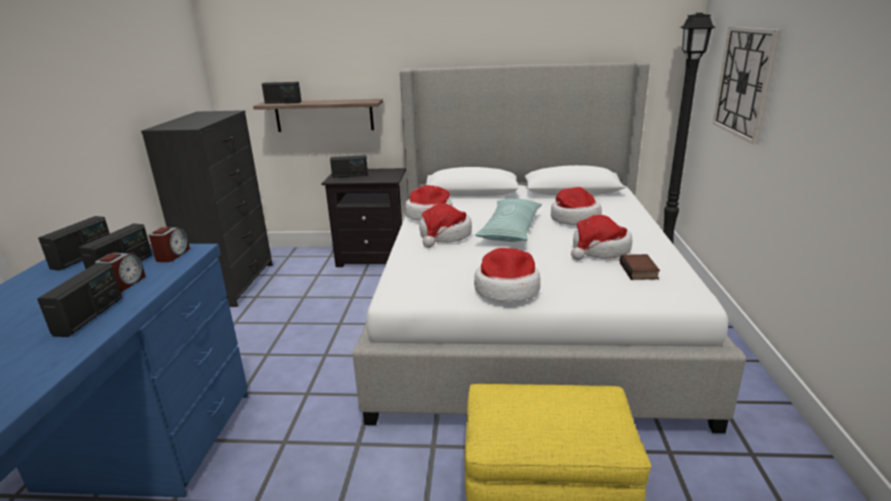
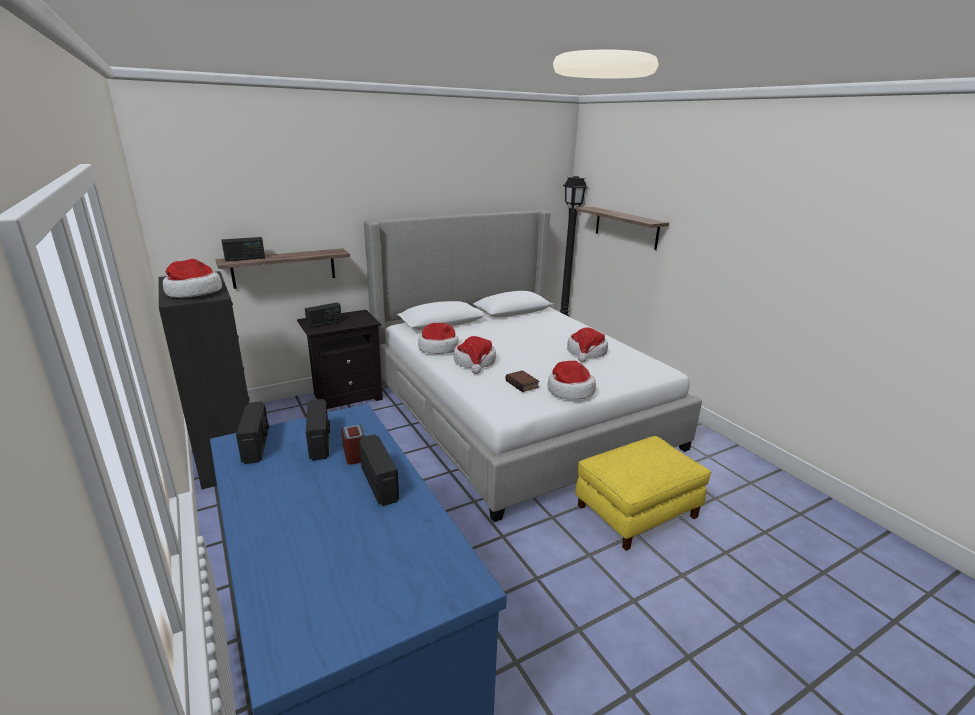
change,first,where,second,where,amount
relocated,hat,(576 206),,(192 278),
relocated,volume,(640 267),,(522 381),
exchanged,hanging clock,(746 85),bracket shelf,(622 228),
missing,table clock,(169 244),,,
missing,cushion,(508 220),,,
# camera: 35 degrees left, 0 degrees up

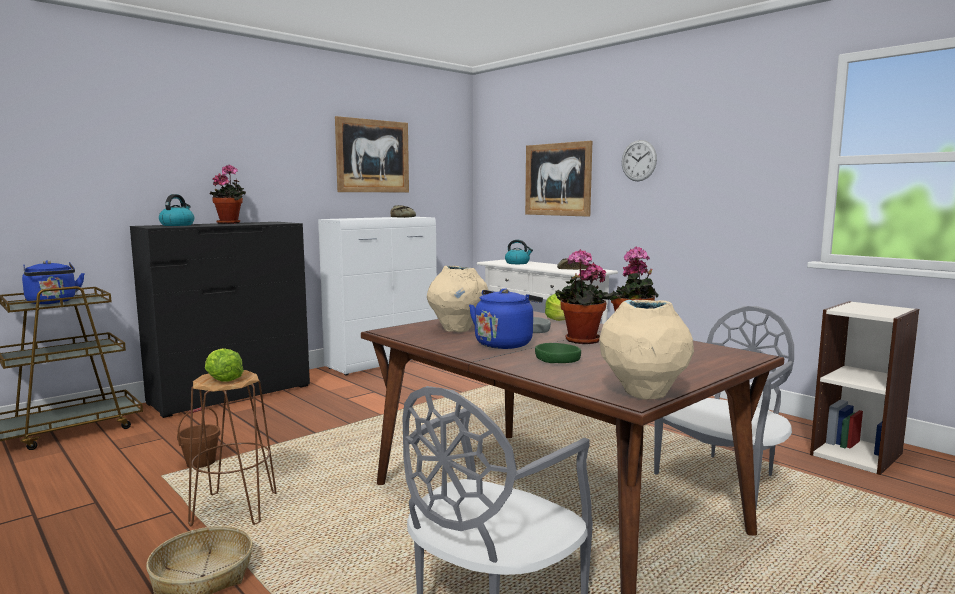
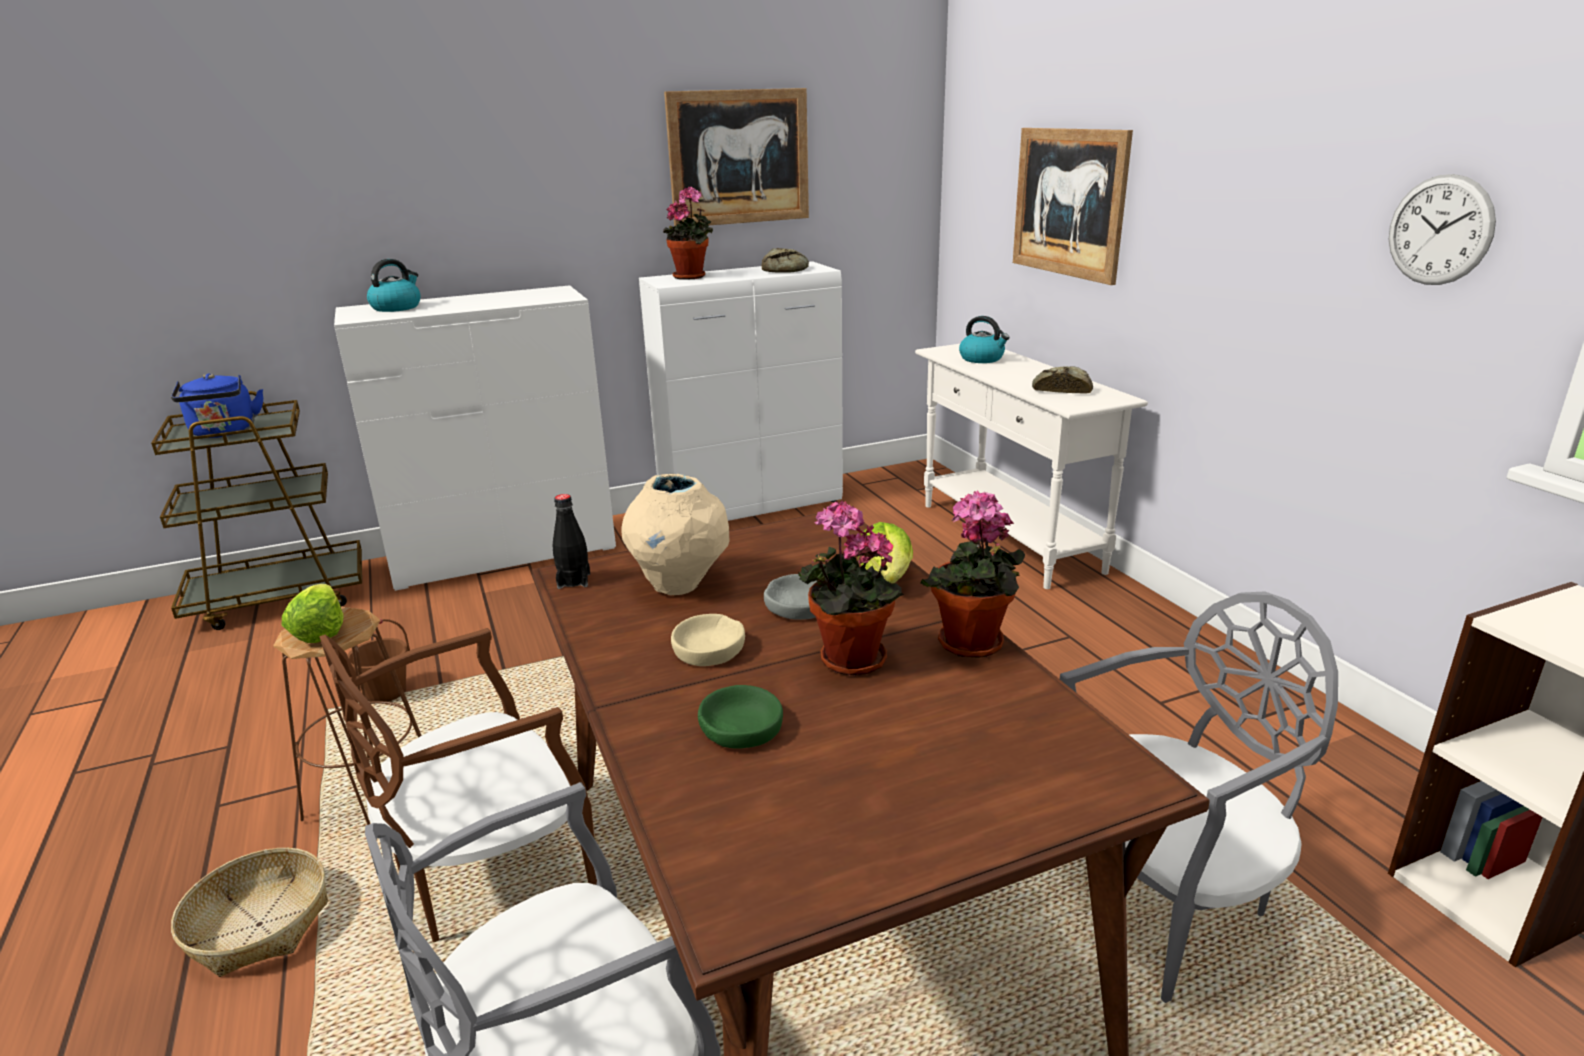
change,first,where,second,where,amount
appeared,,,upright chair (brown-coloured),(458 785),
colour,drawer chest (black),(220 320),drawer chest (white-coloured),(475 438),
appeared,,,beverage bottle (black),(571 541),
relocated,plant in a pot,(227 194),,(688 233),
exchanged,kettle (blue-coloured),(506 318),deep dish (beige-coloured),(708 640),
relocated,hanging clock,(639 160),,(1442 229),
missing,decorative vase (beige-coloured),(646 350),,,
# camera: 20 degrees right, 15 degrees up

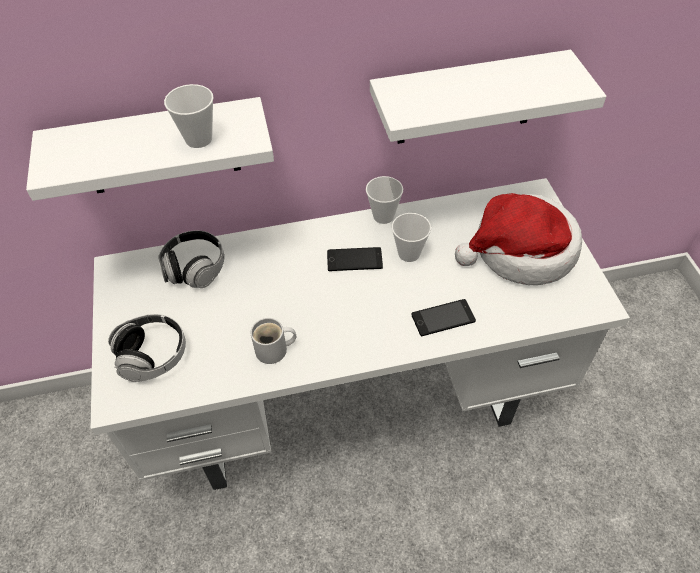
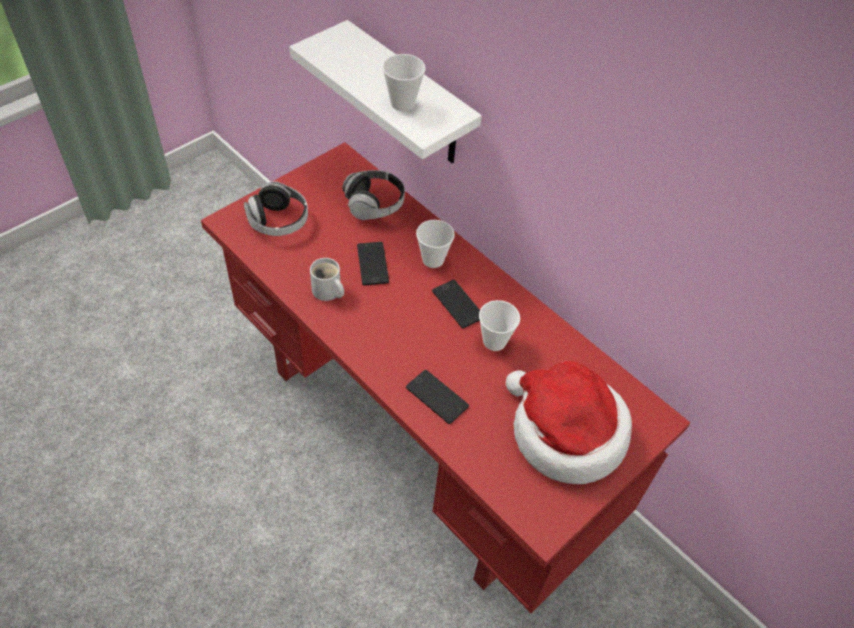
change,first,where,second,where,amount
colour,desk (white-coloured),(360 334),desk (reddish),(445 377),
appeared,,,telephone,(373 263),
relocated,small cup,(384 200),,(435 244),
missing,bracket shelf (white-coloured),(488 97),,,
# camera: 55 degrees right, 0 degrees up

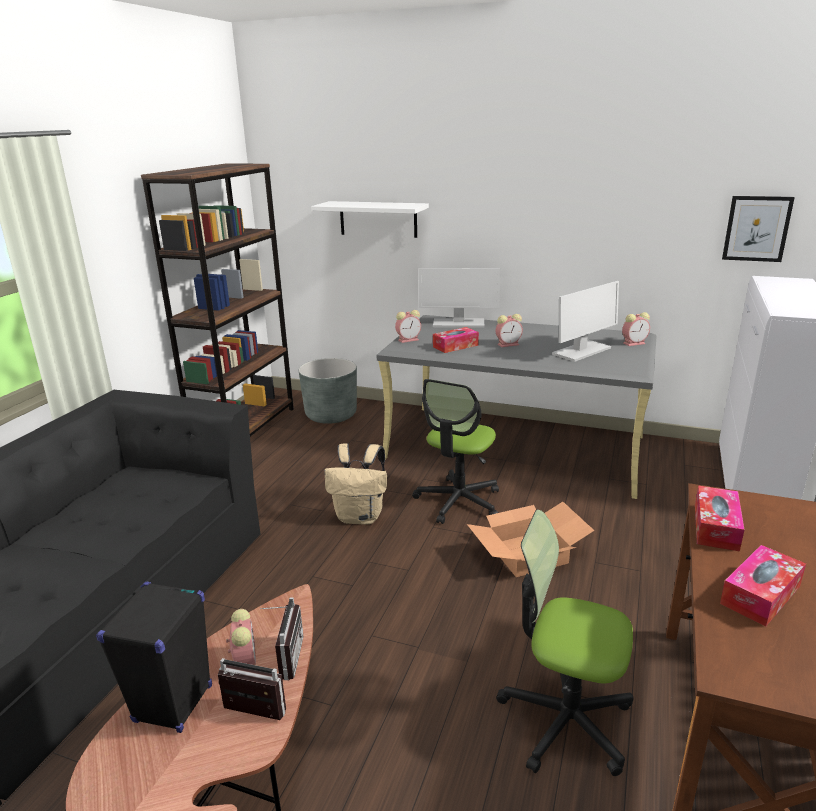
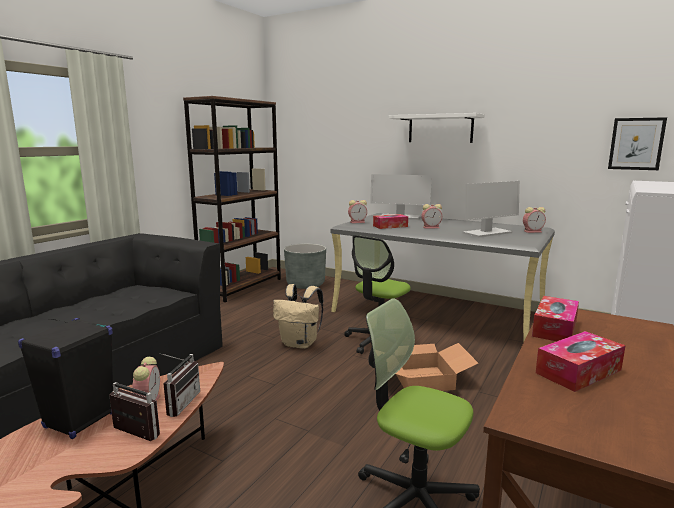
change,first,where,second,where,amount
relocated,bracket shelf (white-coloured),(370 219),,(437 128),
# camera: 10 degrees right, 10 degrees down

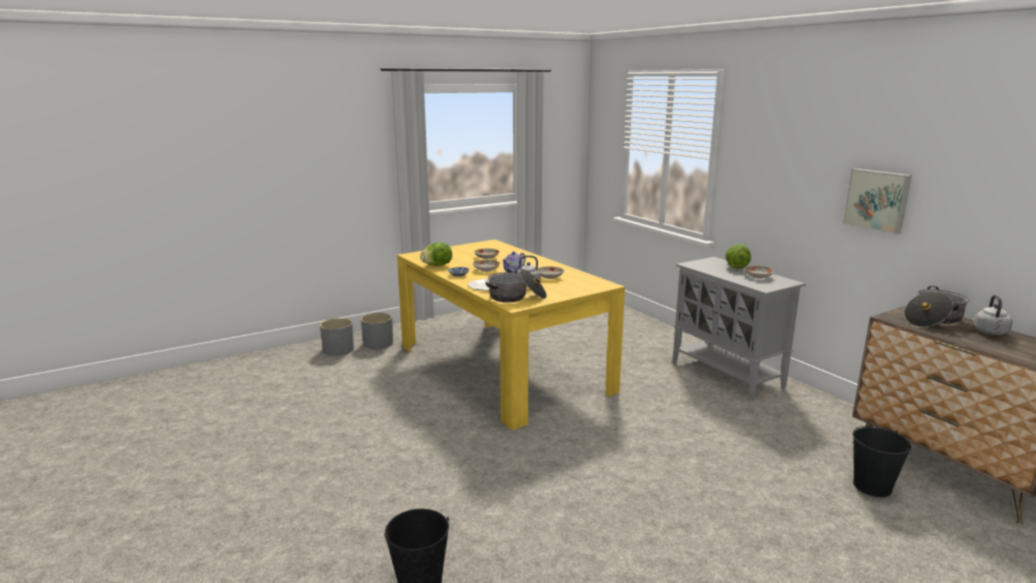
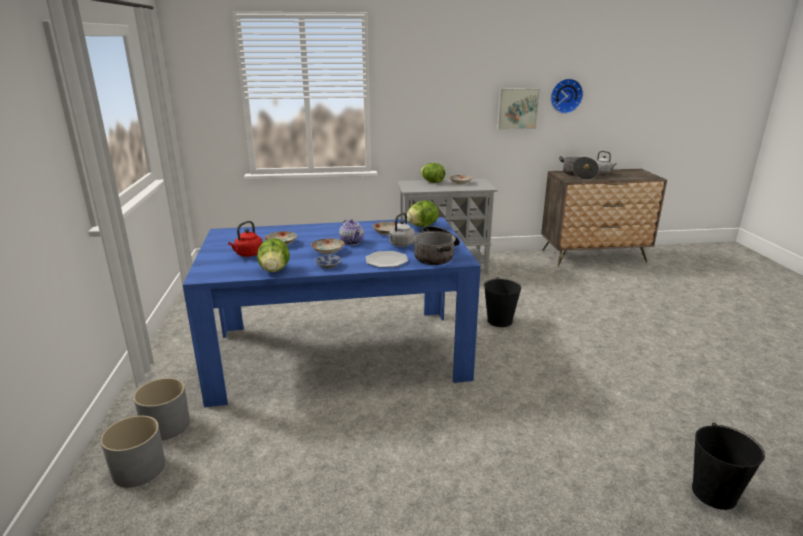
change,first,where,second,where,amount
colour,kitchen table (yellowish),(511 334),kitchen table (blue-coloured),(332 312),
appeared,,,kettle (reddish),(245 239),
appeared,,,lettuce head,(422 213),
relocated,water bucket (black),(882 461),,(502 302),
appeared,,,hanging clock,(567 96),
# camera: 65 degrees left, 5 degrees up

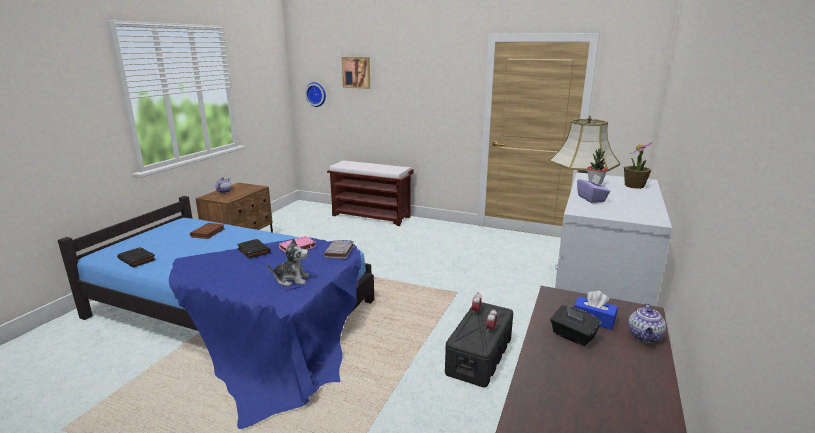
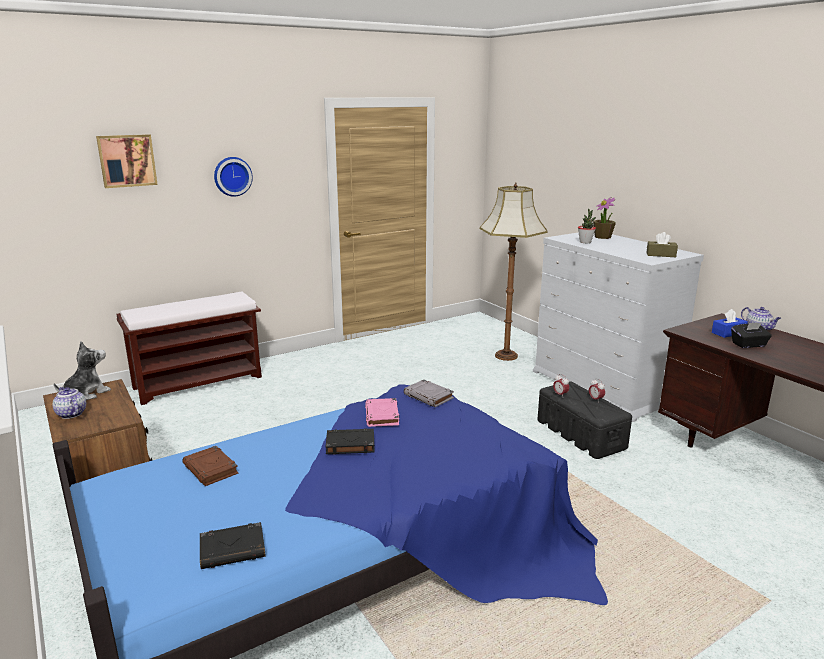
change,first,where,second,where,amount
relocated,cuddly toy,(288 262),,(82 370),
relocated,hanging clock,(315 94),,(233 177),
appeared,,,tissue box (brown-coloured),(662 244),
missing,tissue box (purplish),(593 189),,,
# camera: 55 degrees left, 0 degrees up

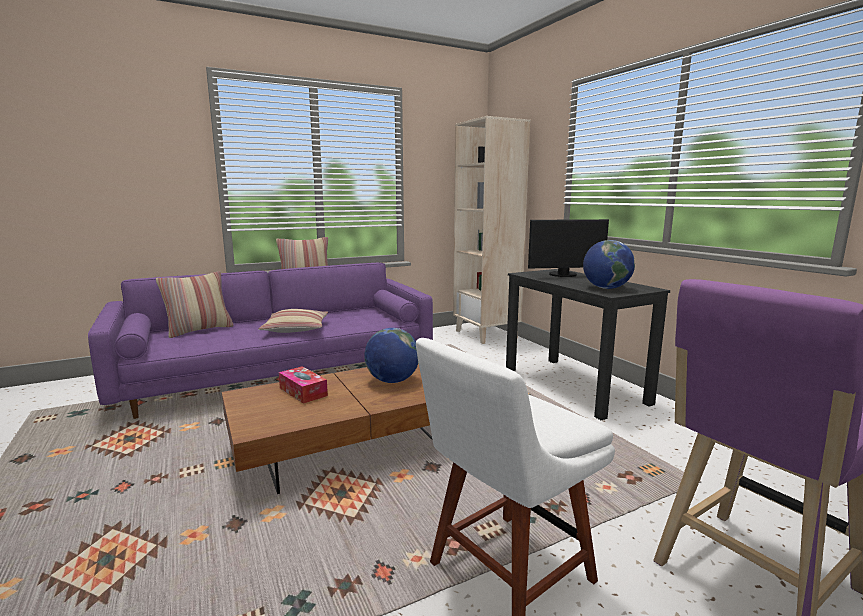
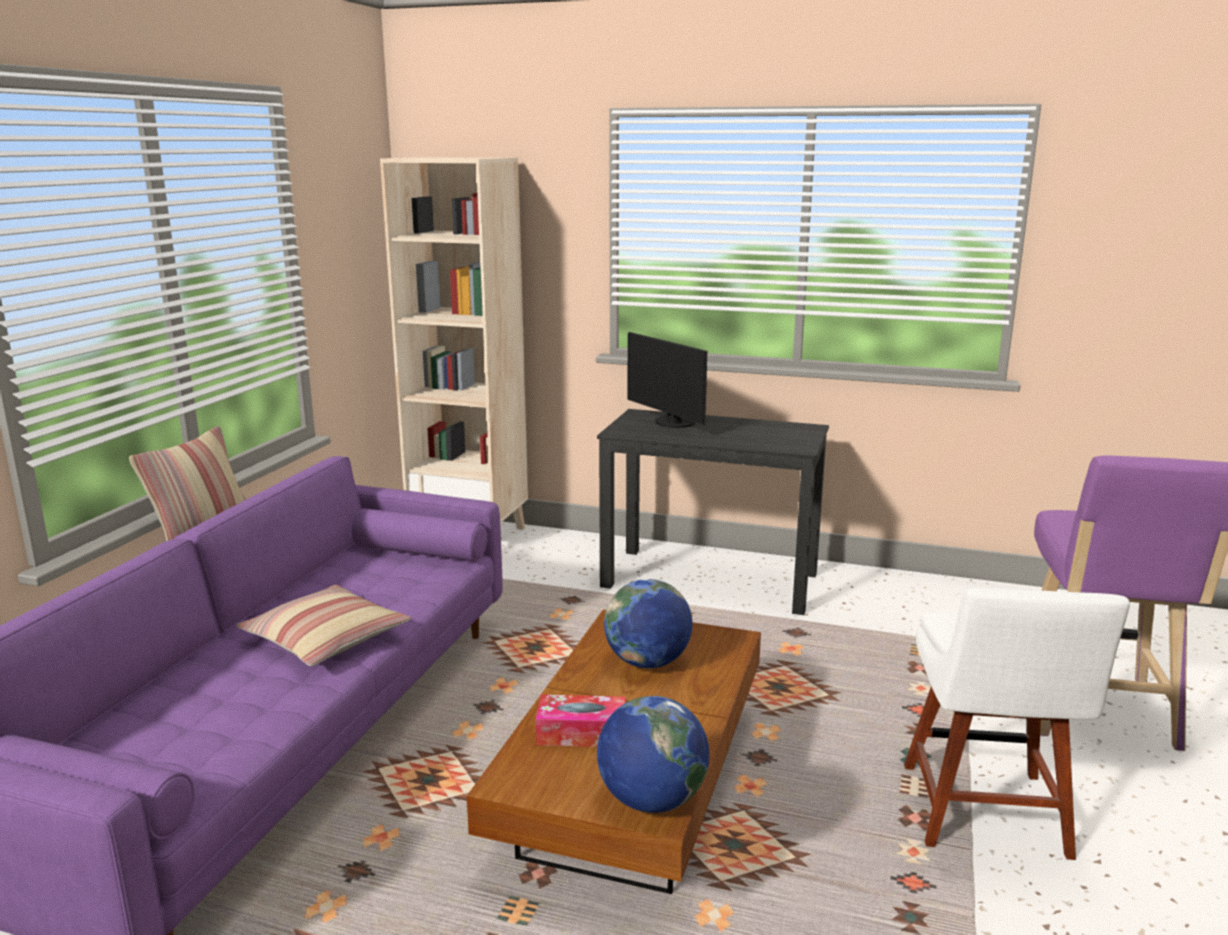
change,first,where,second,where,amount
relocated,world globe,(609 264),,(653 754),
spun,computer screen,(568 248),,(667 380),105 degrees clockwise
missing,cushion,(195 304),,,
# camera: 45 degrees left, 5 degrees up

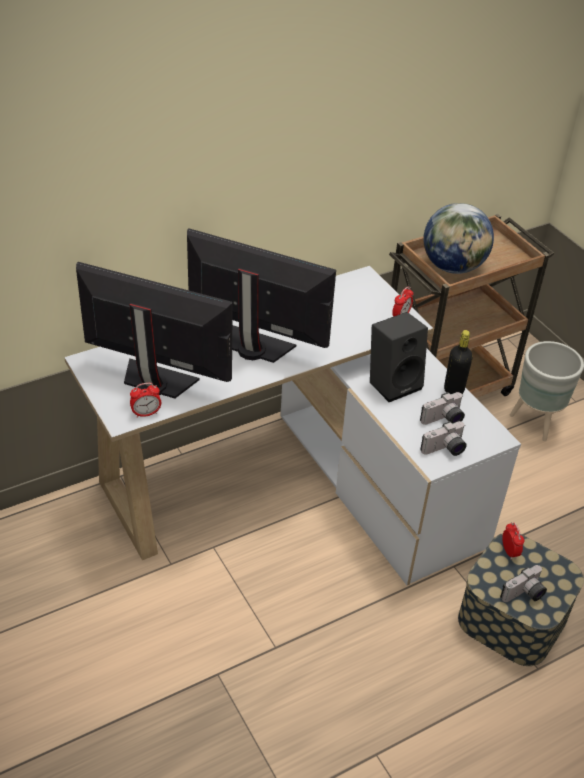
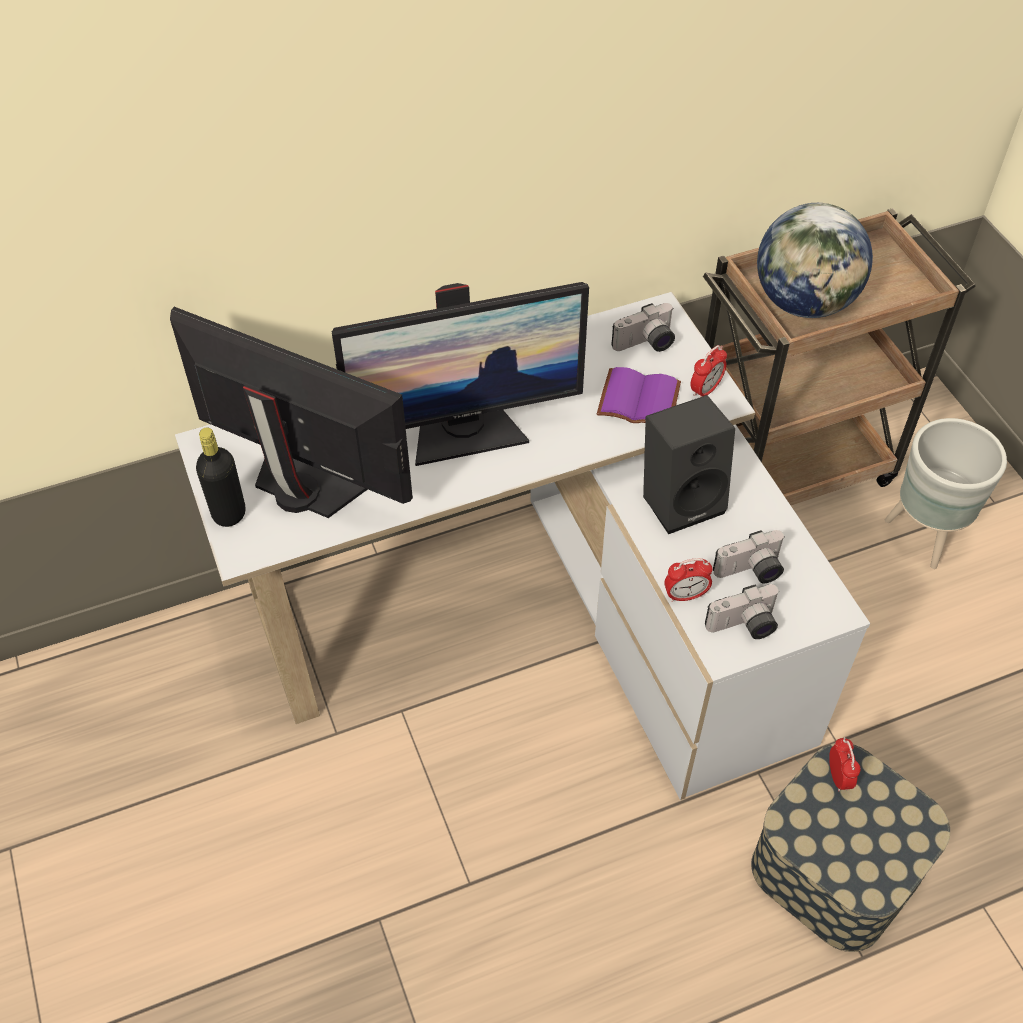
change,first,where,second,where,amount
relocated,beverage bottle (black),(458 362),,(220 477),
spun,computer screen,(261 295),,(460 374),135 degrees clockwise
appeared,,,volume (purplish),(639 395),
relocated,still camera,(523 583),,(643 327),
relocated,table clock,(145 400),,(688 580),
# camera: 10 degrees right, 10 degrees up

